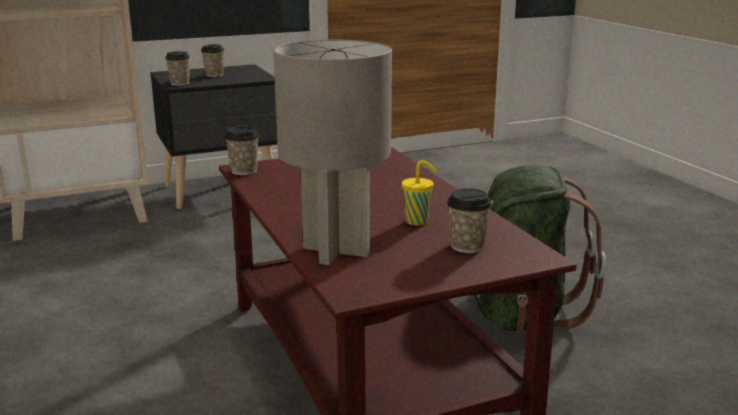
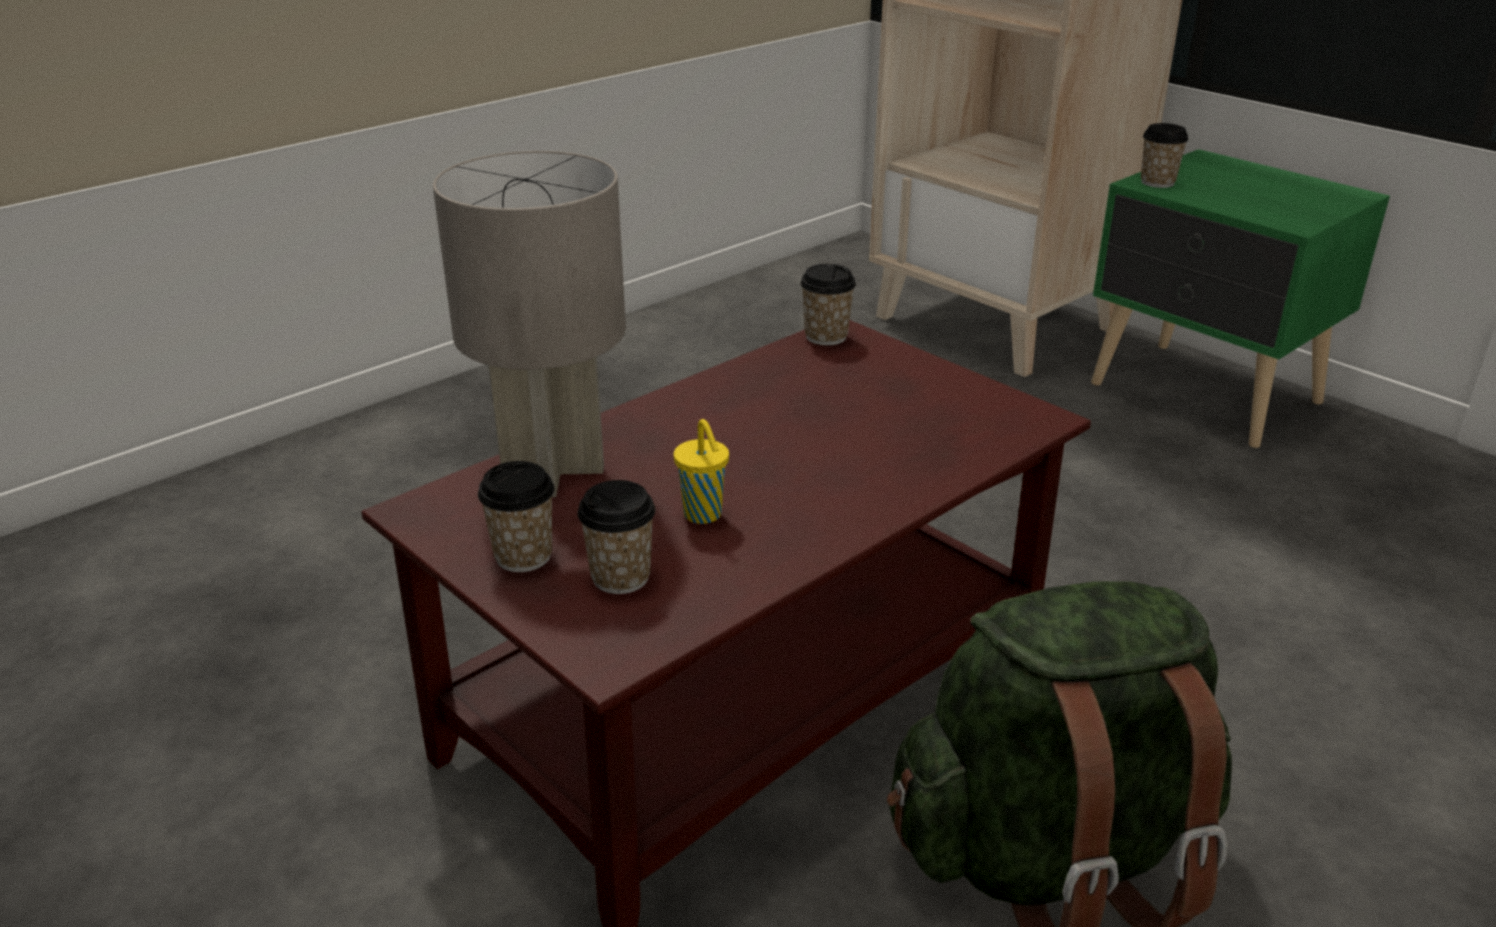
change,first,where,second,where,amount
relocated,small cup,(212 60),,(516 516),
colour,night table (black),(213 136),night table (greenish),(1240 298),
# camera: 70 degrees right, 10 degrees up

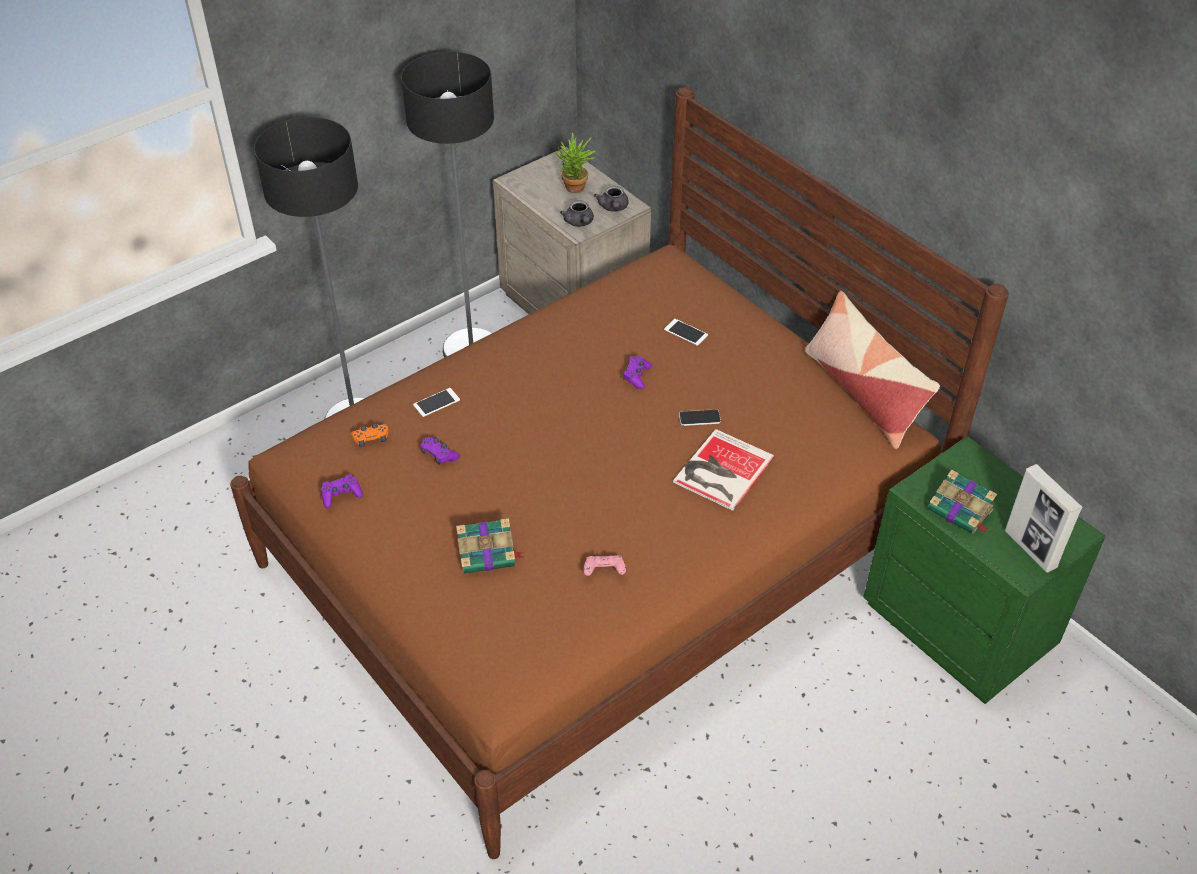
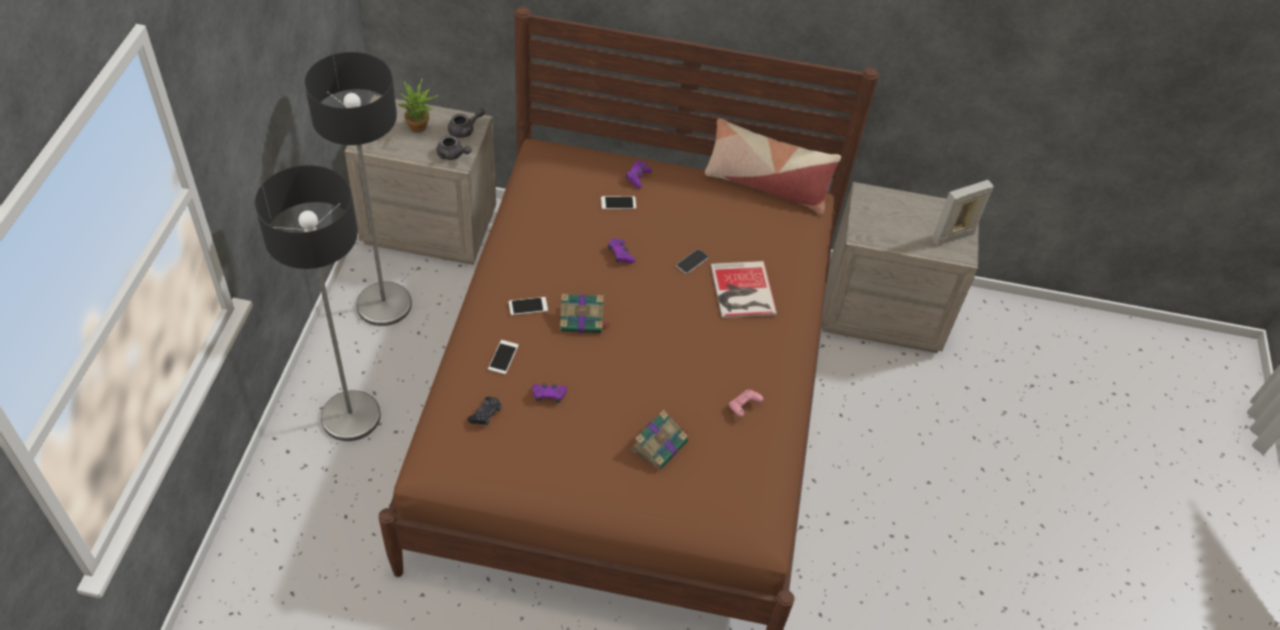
change,first,where,second,where,amount
spun,pot for tea (gray),(611 199),,(466 123),75 degrees counterclockwise
colour,joypad (orange-coloured),(370 435),joypad (black),(484 411),
appeared,,,telephone,(528 306),
relocated,volume,(962 501),,(585 313),
relocated,joypad (purplish),(342 491),,(639 174),
colour,night table (greenish),(984 570),night table (beige-coloured),(900 267),
spun,photo frame,(1043 518),,(963 213),135 degrees clockwise
# camera: 45 degrees left, 5 degrees up

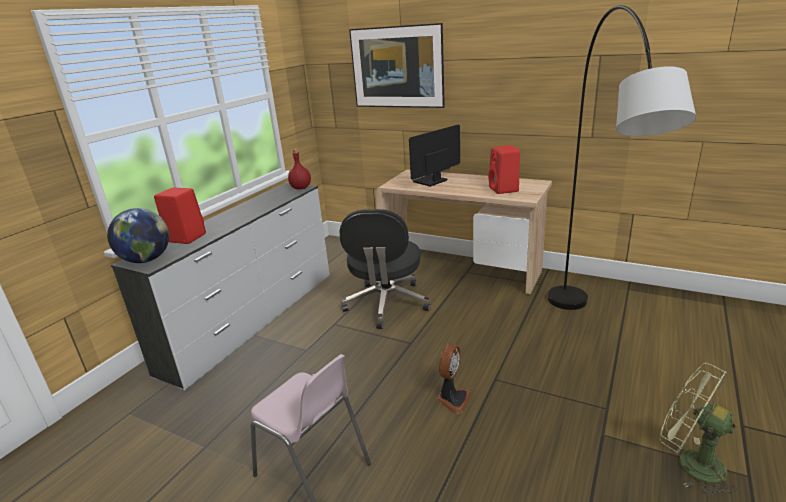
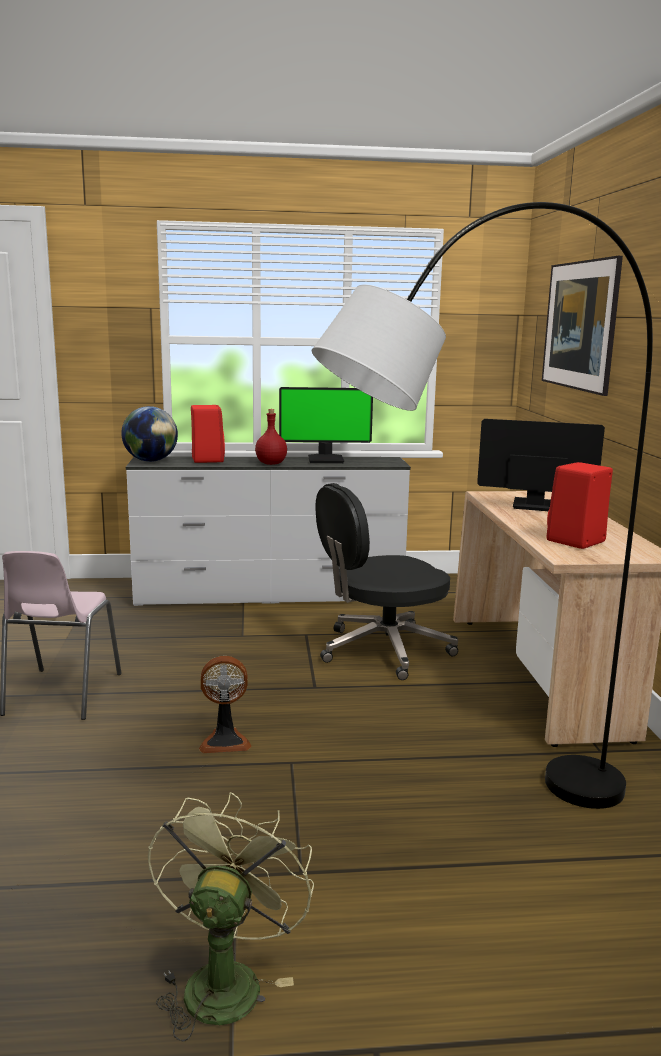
change,first,where,second,where,amount
relocated,beverage bottle (reddish),(299 169),,(271 437),
appeared,,,computer screen,(326 425),
# camera: 55 degrees right, 10 degrees down

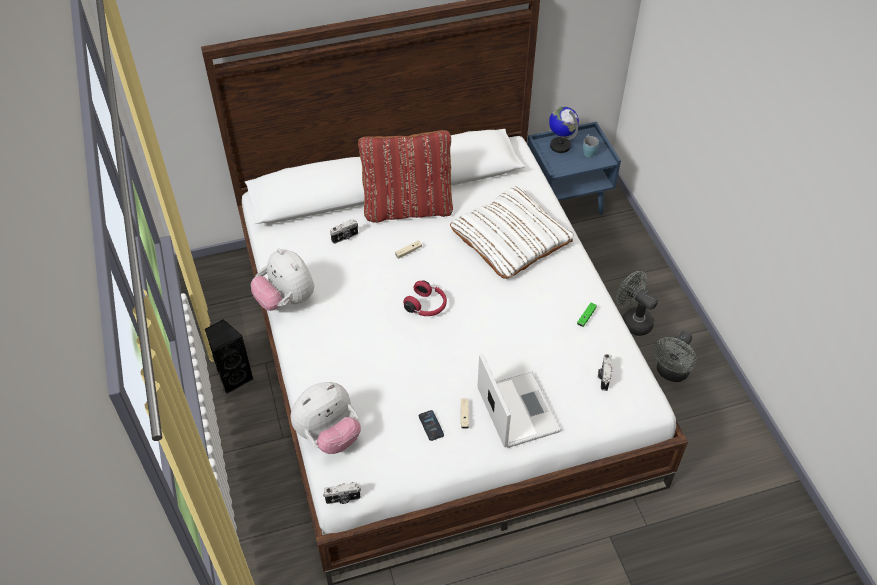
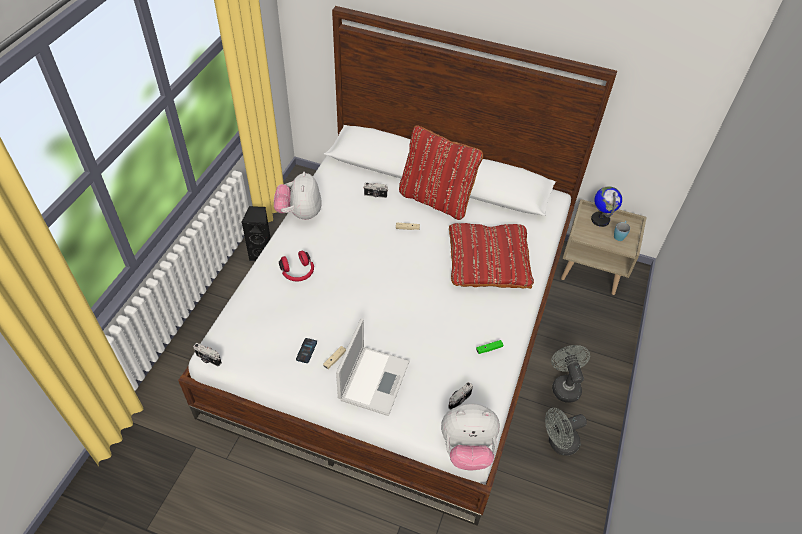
change,first,where,second,where,amount
relocated,headset (reddish),(425 298),,(296 266),
relocated,cuddly toy,(326 418),,(470 436),
colour,cushion (white-coloured),(511 232),cushion (reddish),(491 256),
colour,night table (blue-coloured),(574 168),night table (beige-coloured),(604 247),
# camera: 35 degrees right, 0 degrees up

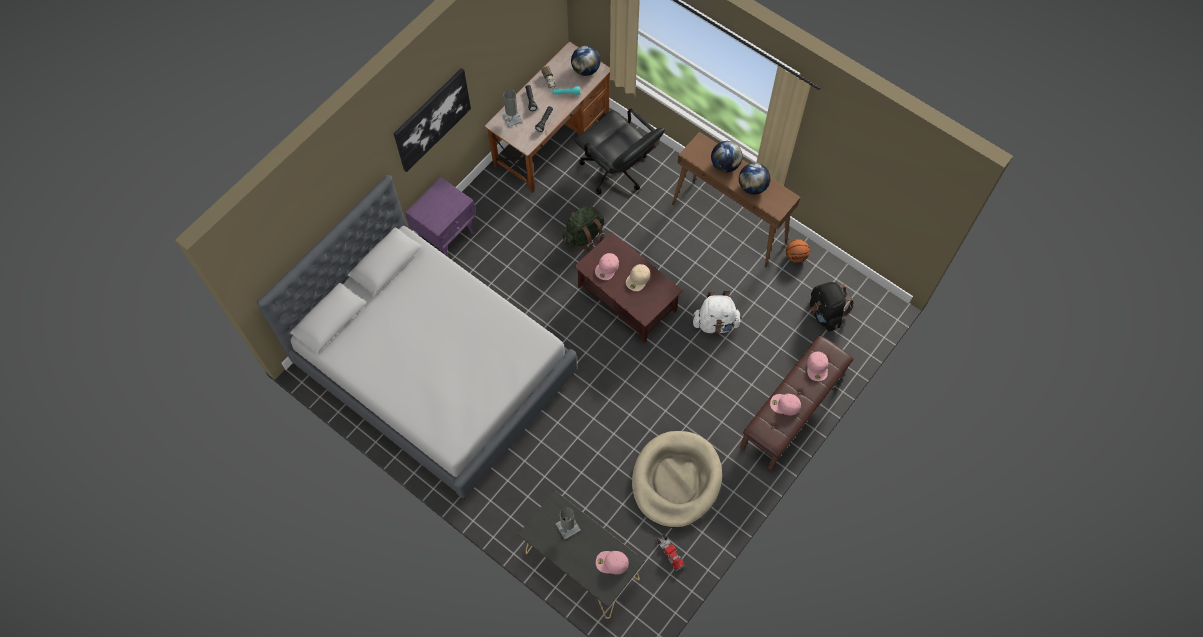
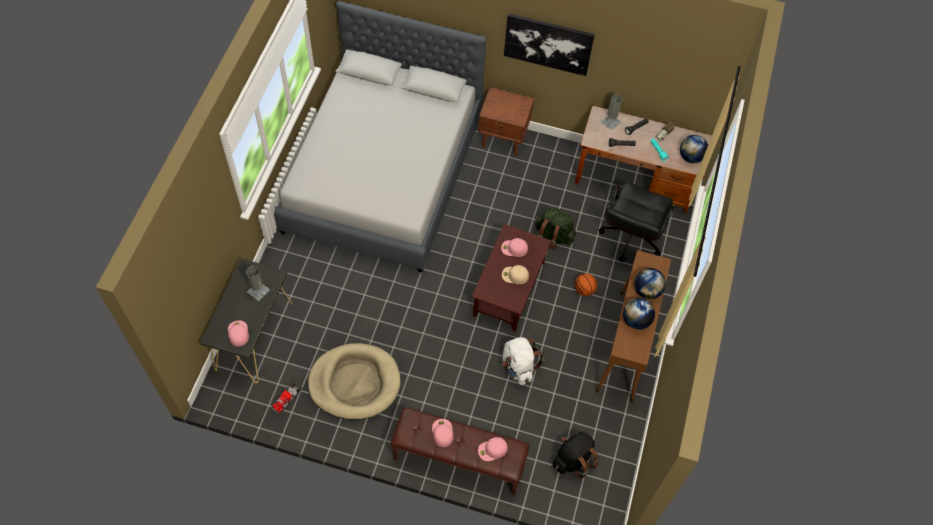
change,first,where,second,where,amount
colour,night table (purplish),(440 217),night table (brown-coloured),(506 122),
relocated,ball for basketball,(798 251),,(586 284),
# camera: 65 degrees right, 5 degrees down

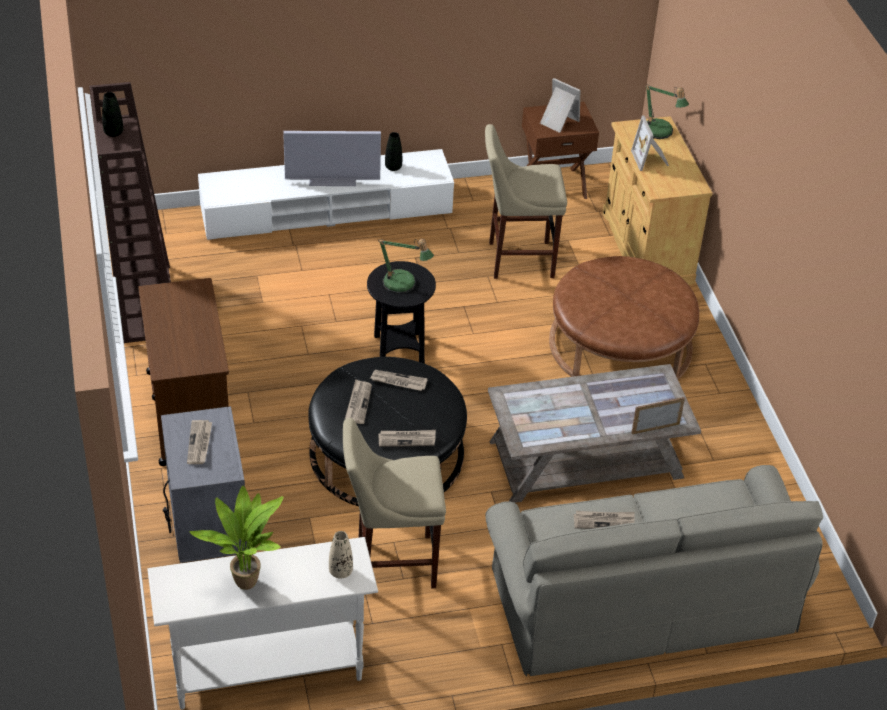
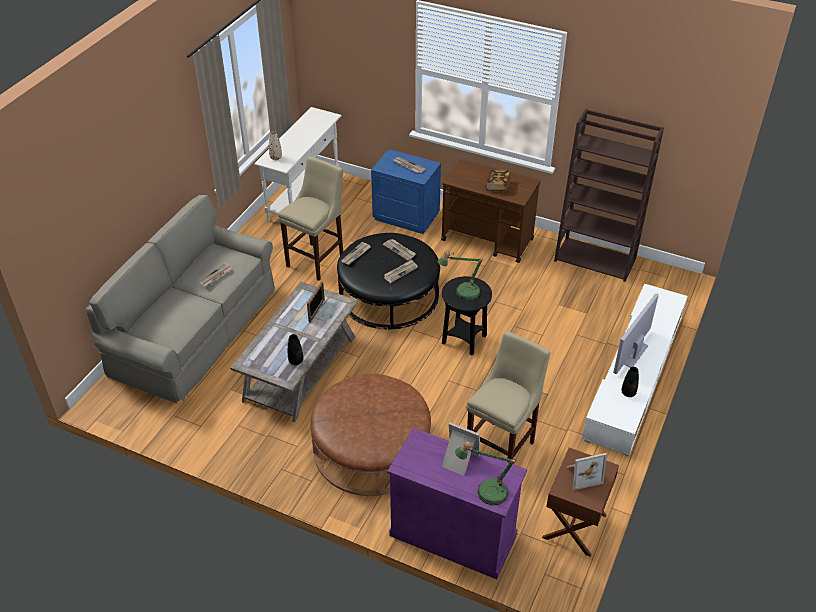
change,first,where,second,where,amount
relocated,decorative vase (black),(112 114),,(295 349),
relocated,photo frame,(658 415),,(316 301),
colour,night table (gray),(204 484),night table (blue-coloured),(406 191),
colour,cabinet (beige-coloured),(657 200),cabinet (purplish),(457 503),
appeared,,,volume,(498 180),
missing,plant in a pot,(237 538),,,
# camera: 130 degrees right, 0 degrees up

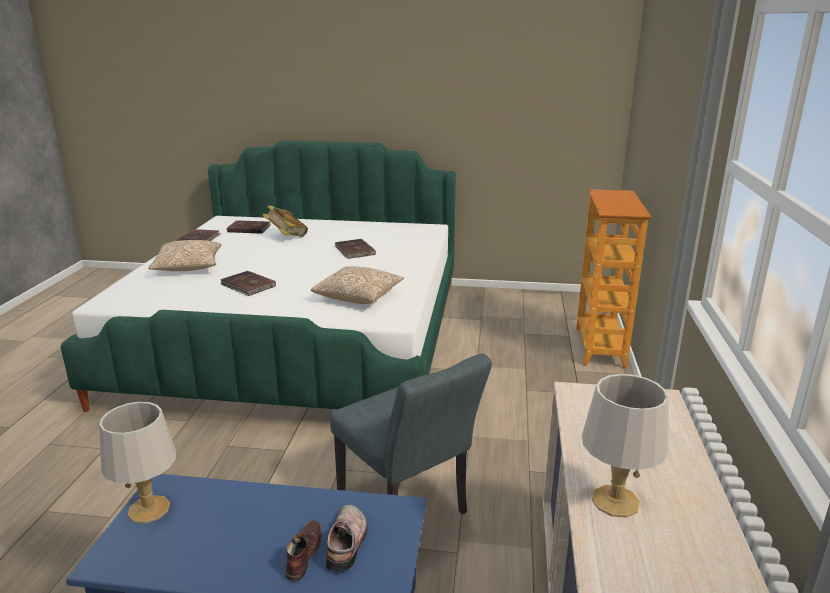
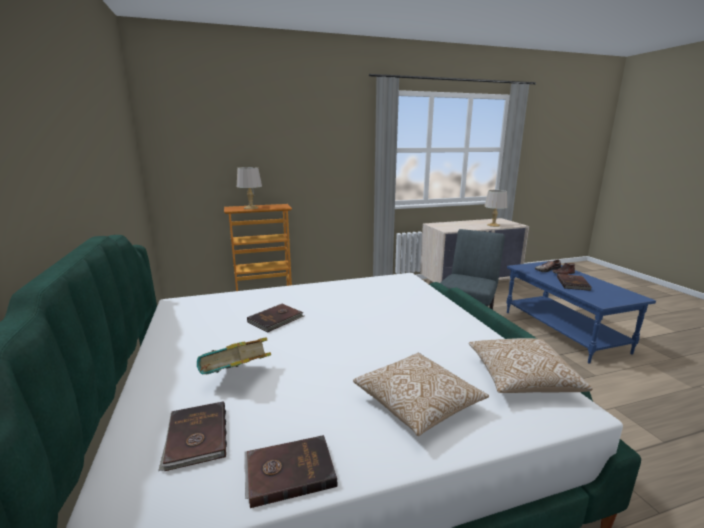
change,first,where,second,where,amount
relocated,table lamp (gray),(137 463),,(249 188),
relocated,cushion,(357 285),,(530 365),
relocated,volume (brown-coloured),(248 283),,(574 282),
# camera: 115 degrees left, 5 degrees down

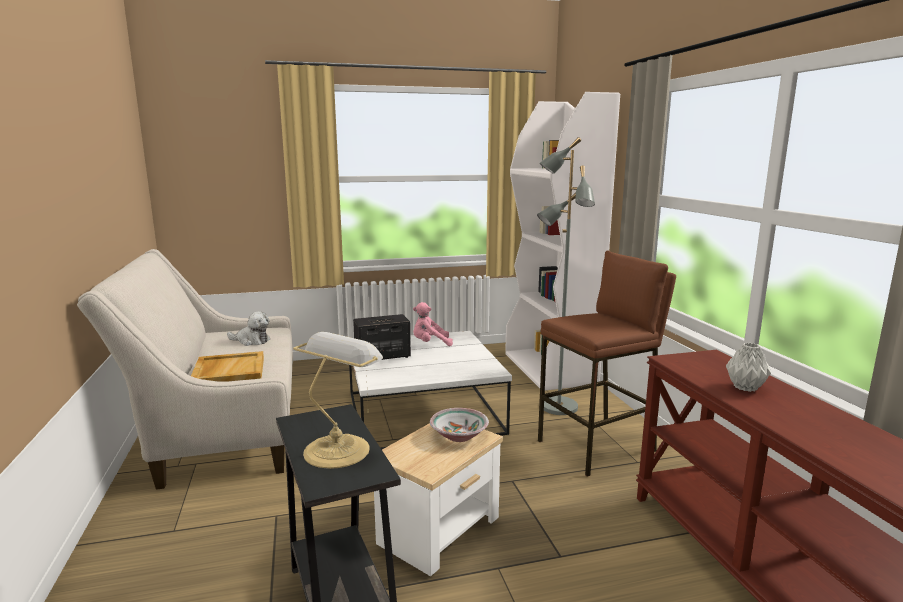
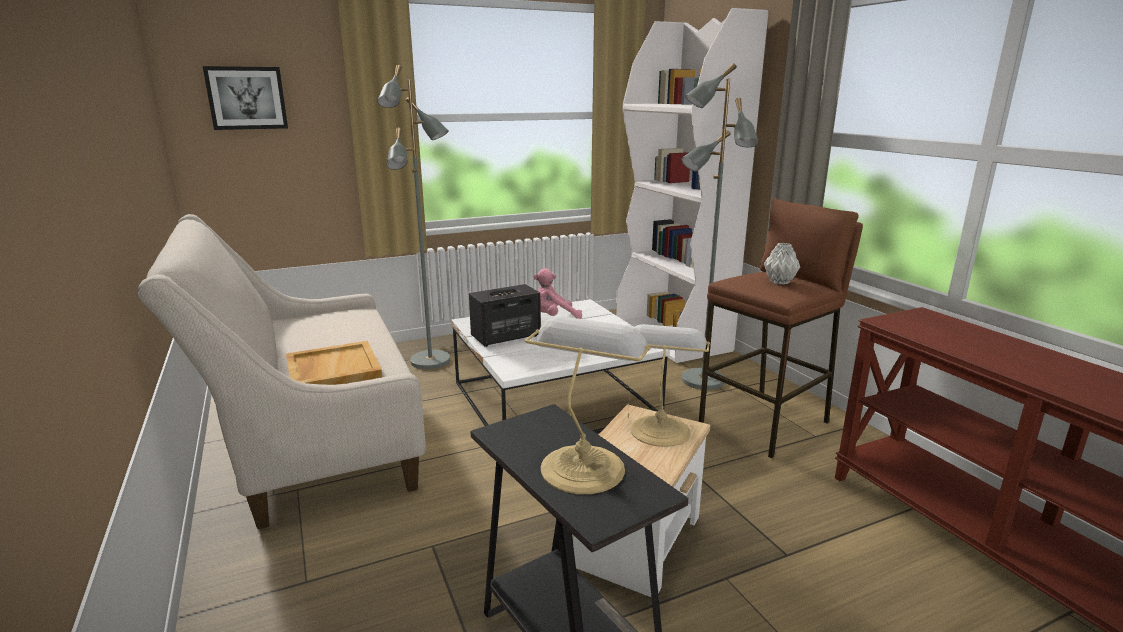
change,first,where,second,where,amount
appeared,,,picture,(245 98),
appeared,,,floor lamp (gray),(413 217),
exchanged,deep dish,(459 425),table lamp,(670 385),
relocated,decorative vase (gray),(748 367),,(782 264),
missing,cuddly toy,(248 328),,,
# camera: 10 degrees left, 5 degrees up

